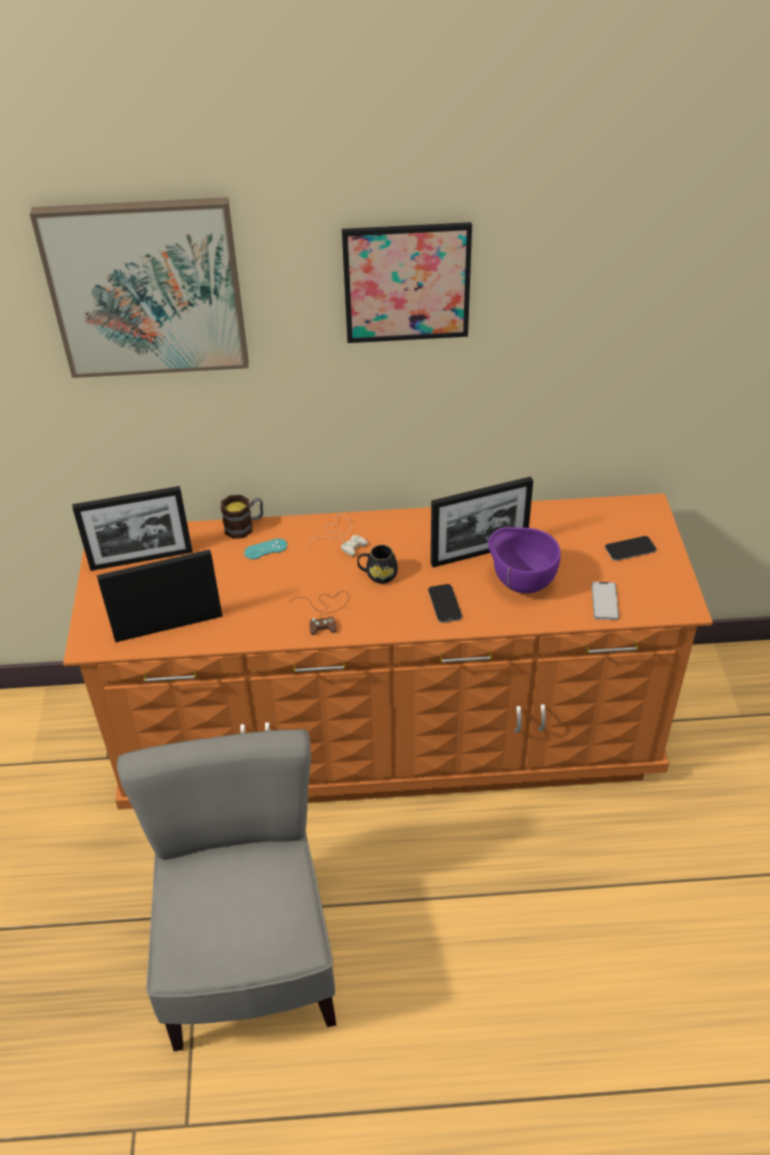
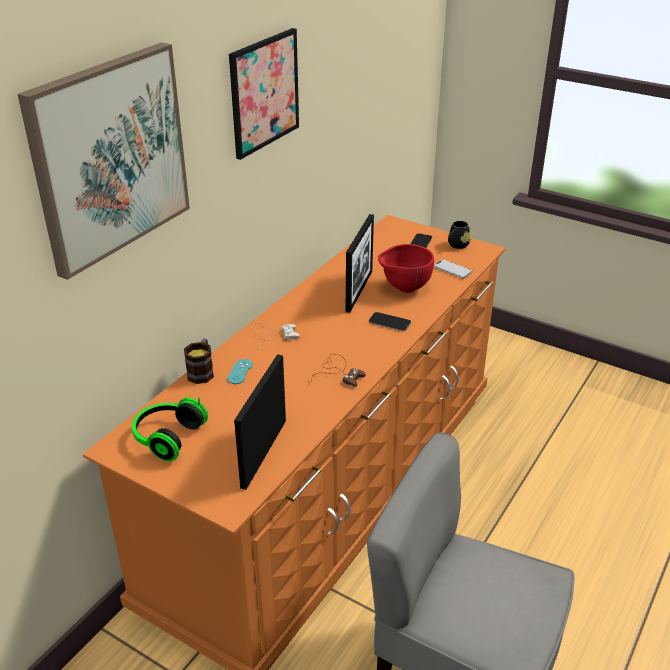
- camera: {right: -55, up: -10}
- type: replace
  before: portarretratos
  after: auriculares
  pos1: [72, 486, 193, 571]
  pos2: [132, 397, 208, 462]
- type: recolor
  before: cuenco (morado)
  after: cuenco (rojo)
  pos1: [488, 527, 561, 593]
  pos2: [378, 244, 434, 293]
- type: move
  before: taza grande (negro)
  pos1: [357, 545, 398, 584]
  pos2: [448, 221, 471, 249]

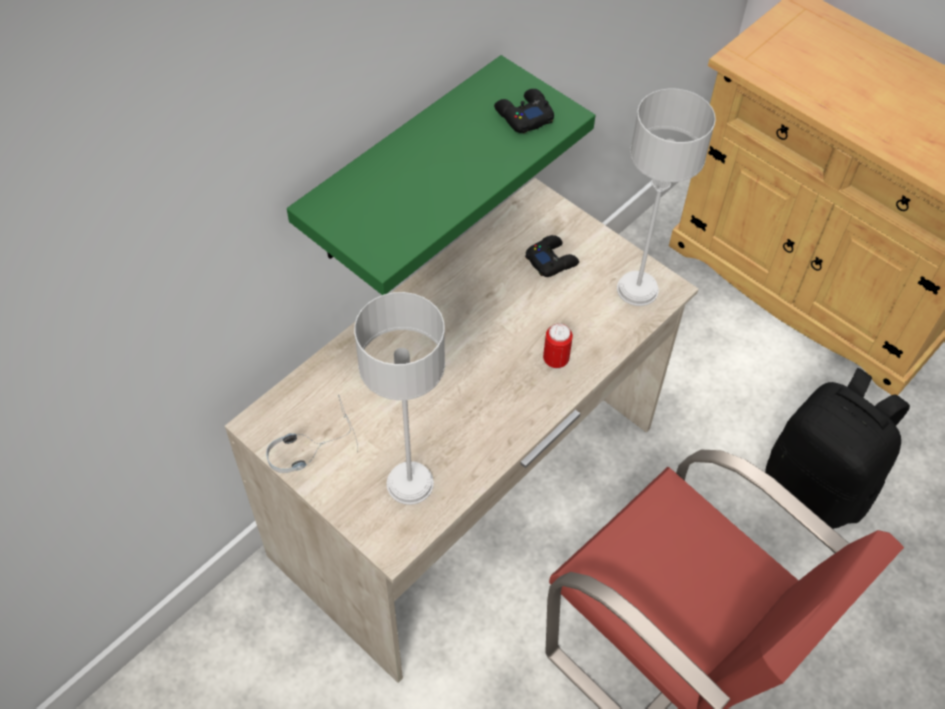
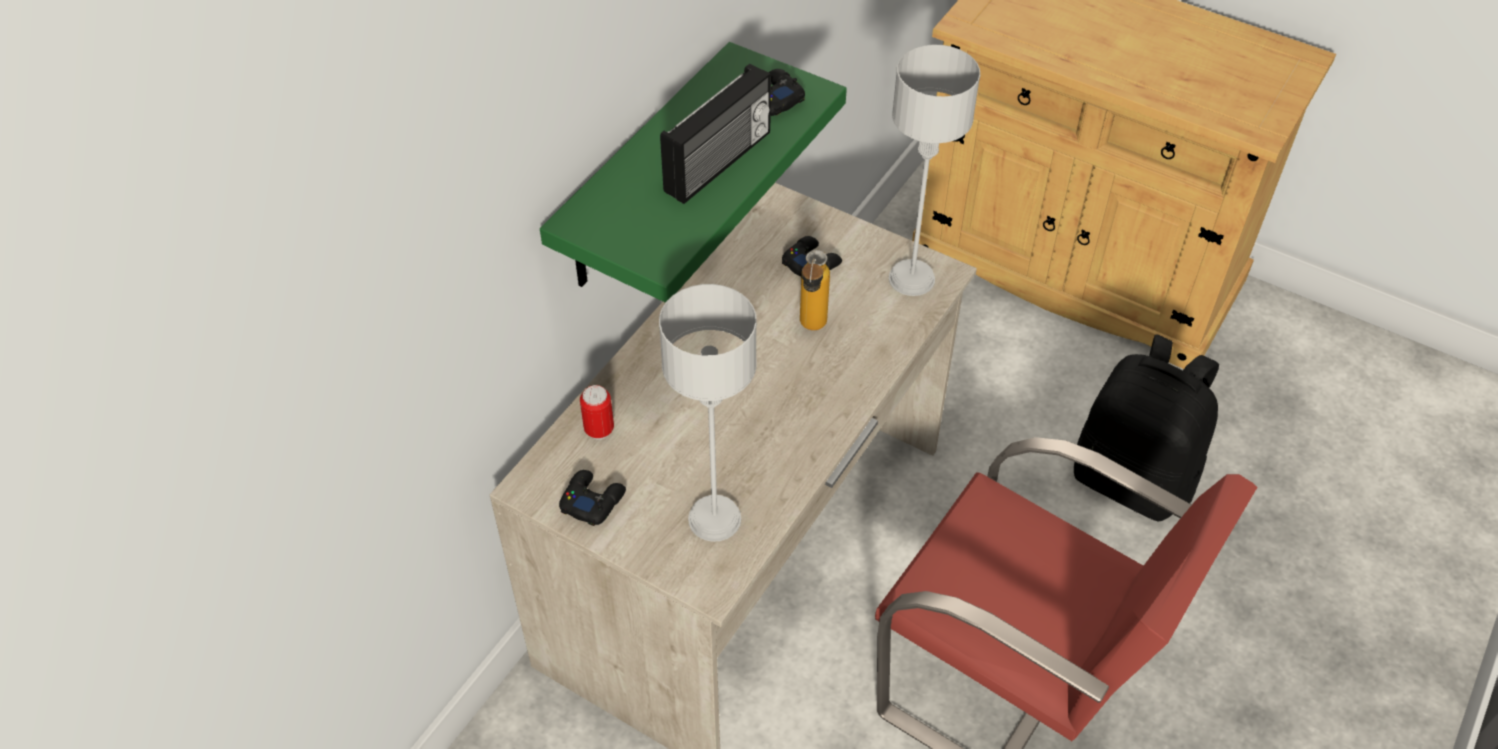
- camera: {right: -10, up: -5}
- type: move
  before: lata
  pos1: [543, 323, 573, 369]
  pos2: [580, 385, 614, 440]
- type: replace
  before: auriculares
  after: mando de consola (negro)
  pos1: [266, 395, 358, 473]
  pos2: [559, 470, 626, 526]
- type: insert
  after: radio
  pos2: [660, 64, 771, 204]
- type: insert
  after: botella
  pos2: [800, 250, 830, 330]

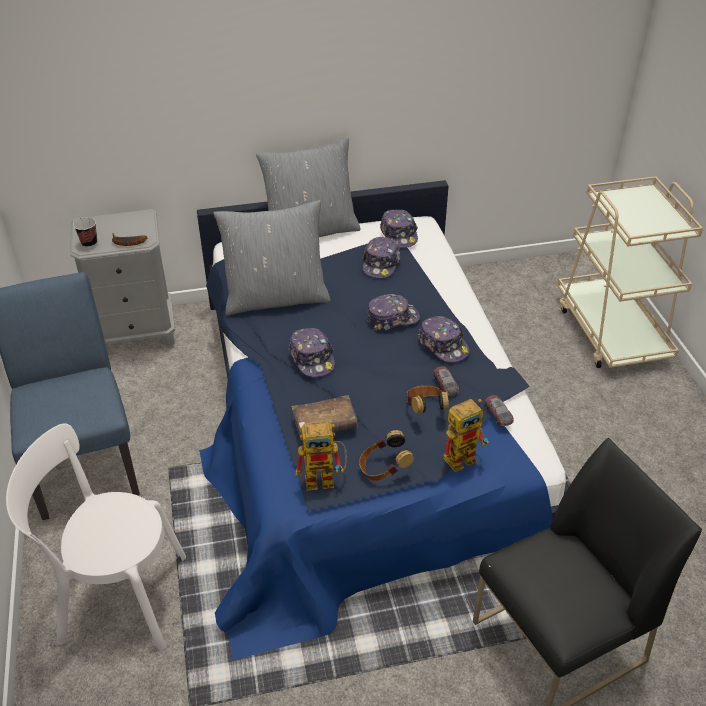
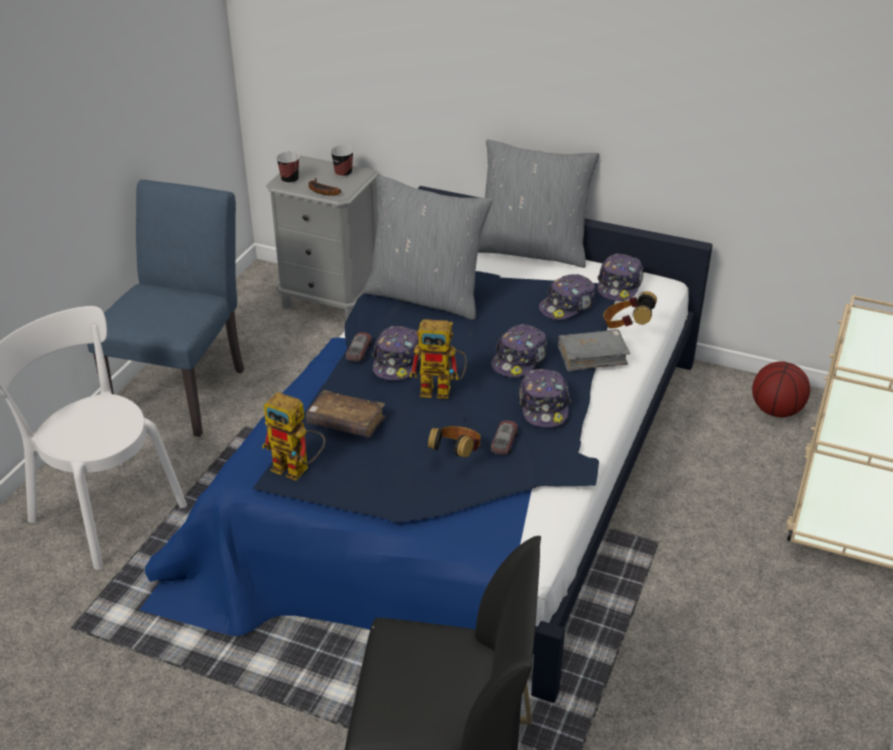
- camera: {right: 35, up: -5}
- type: rotate
  before: gorra
  pos1: [367, 294, 420, 331]
  pos2: [491, 324, 547, 378]
  turn: 105
- type: move
  before: coche de juguete
  pos1: [485, 395, 514, 426]
  pos2: [346, 332, 372, 361]
- type: move
  before: robot de juguete
  pos1: [443, 399, 489, 472]
  pos2: [409, 319, 467, 399]
- type: move
  before: auriculares
  pos1: [359, 430, 414, 481]
  pos2: [603, 291, 657, 328]
- type: insert
  after: taza
  pos2: [331, 145, 354, 177]
- type: insert
  after: libro (gris)
  pos2: [558, 329, 630, 372]
- type: insert
  after: balón de baloncesto
  pos2: [752, 361, 810, 417]

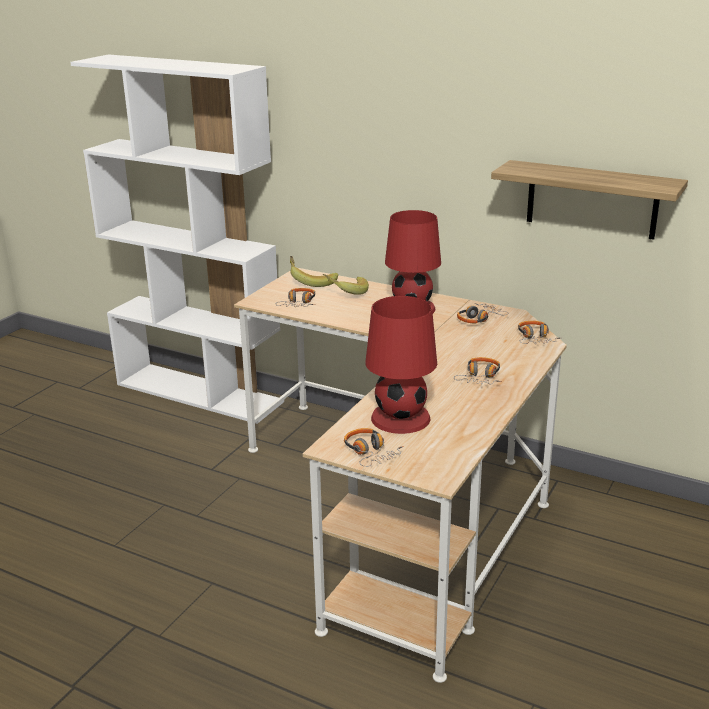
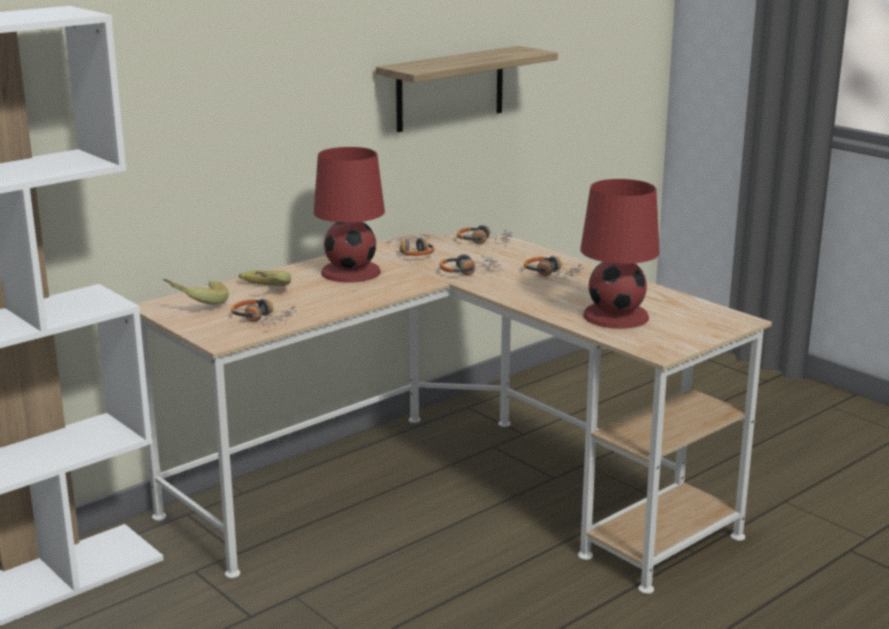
- camera: {right: -70, up: -5}
- type: move
  before: auriculares
  pos1: [344, 428, 404, 467]
  pos2: [440, 254, 502, 275]

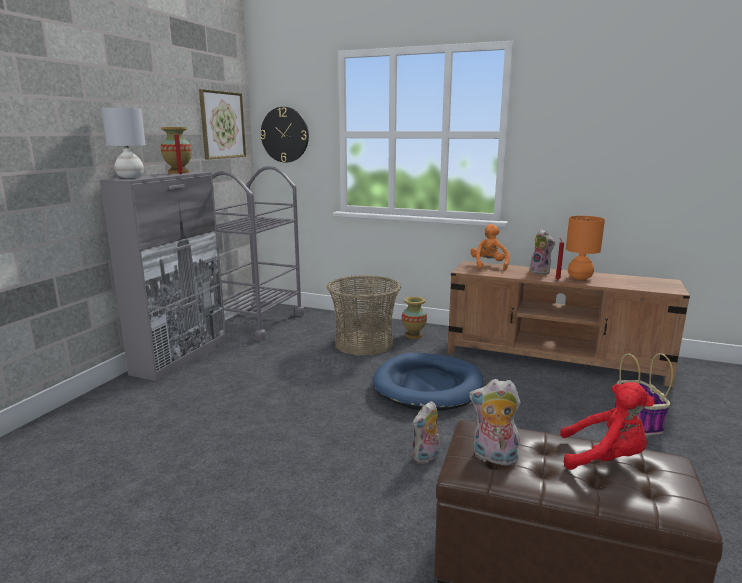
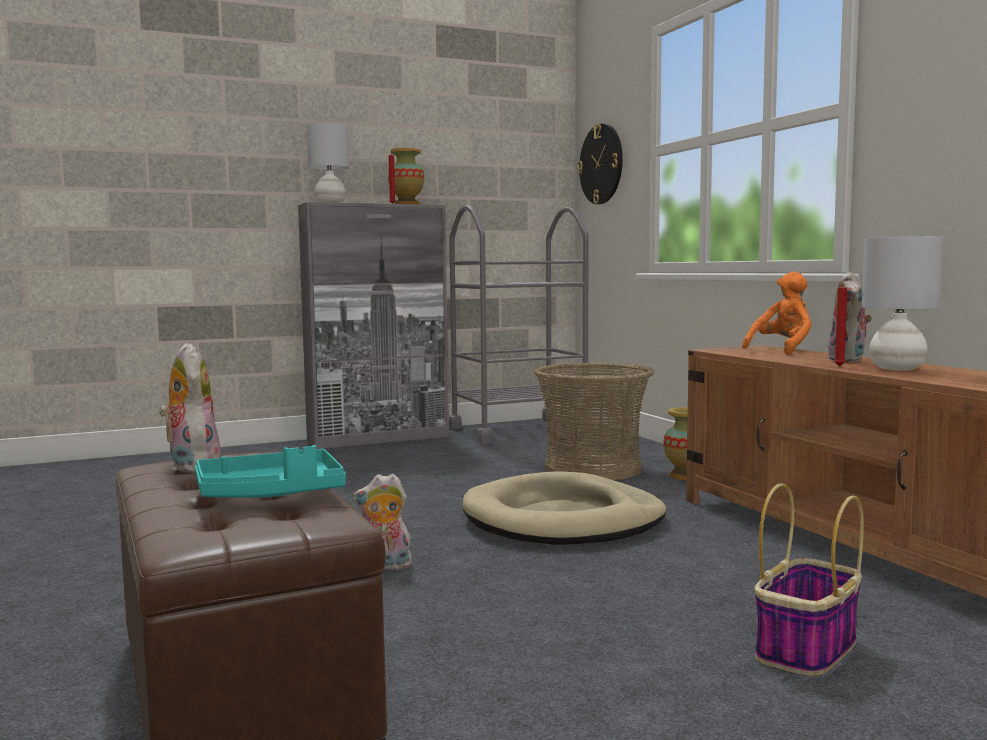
- camera: {right: 45, up: -10}
- type: delete
  before: cuadro
  pos1: [199, 89, 246, 159]
- type: recolor
  before: lámpara de mesa (naranja)
  after: lámpara de mesa (gris)
  pos1: [566, 216, 605, 280]
  pos2: [862, 236, 943, 371]
- type: recolor
  before: cama para perro (azul)
  after: cama para perro (beis)
  pos1: [373, 353, 483, 410]
  pos2: [462, 471, 666, 545]
- type: replace
  before: peluche (rojo)
  after: bandeja (turquesa)
  pos1: [560, 382, 654, 470]
  pos2: [195, 445, 346, 498]

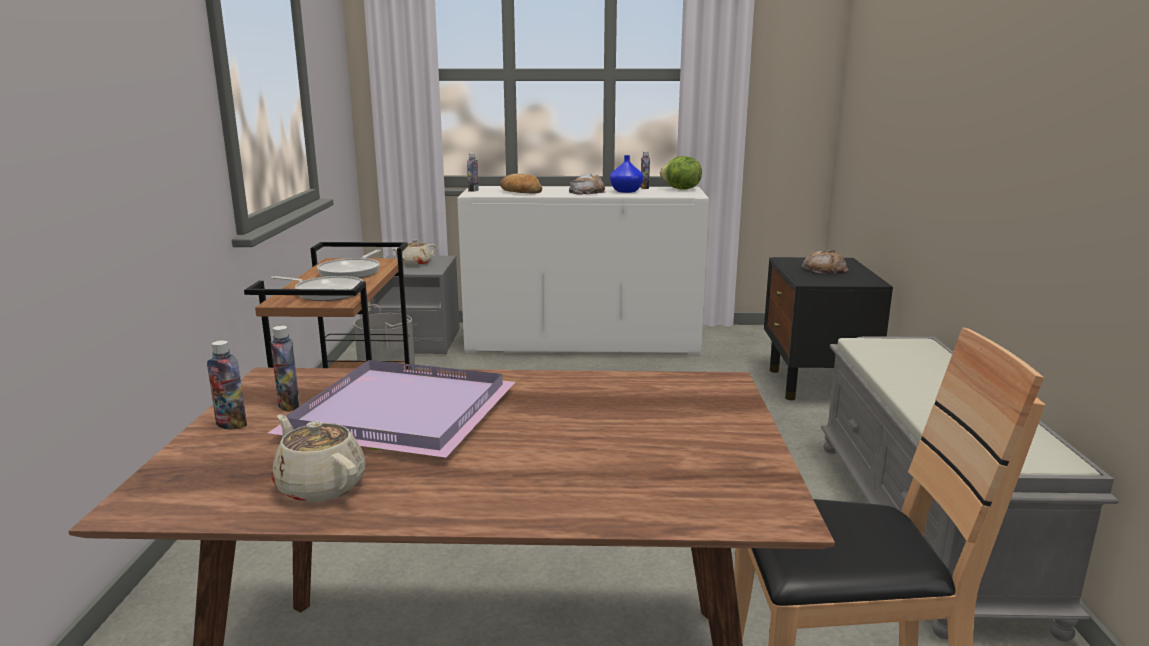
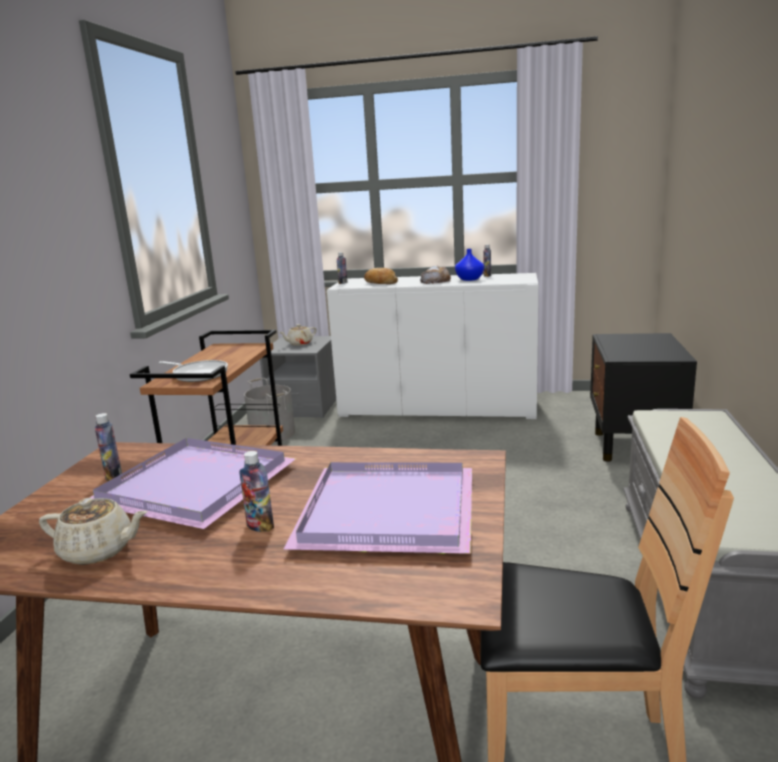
- camera: {right: 10, up: 0}
- type: delete
  before: lechuga
  pos1: [660, 156, 702, 190]
- type: delete
  before: sartén
  pos1: [317, 250, 381, 278]
- type: delete
  before: pan
  pos1: [802, 250, 848, 274]
- type: move
  before: botella
  pos1: [207, 340, 247, 430]
  pos2: [239, 451, 274, 532]
- type: rotate
  before: tetera (beis)
  pos1: [271, 415, 365, 503]
  pos2: [39, 498, 147, 565]
  turn: 135
- type: insert
  after: bandeja (morado)
  pos2: [284, 462, 472, 554]

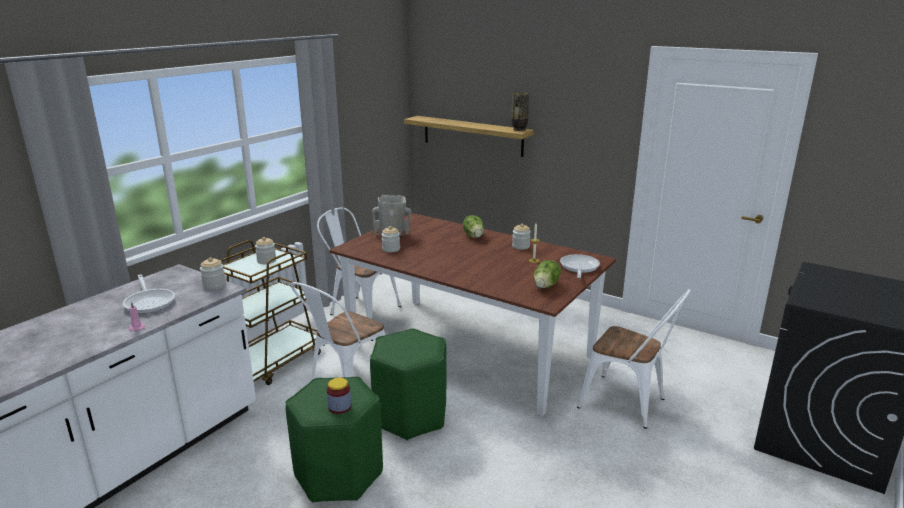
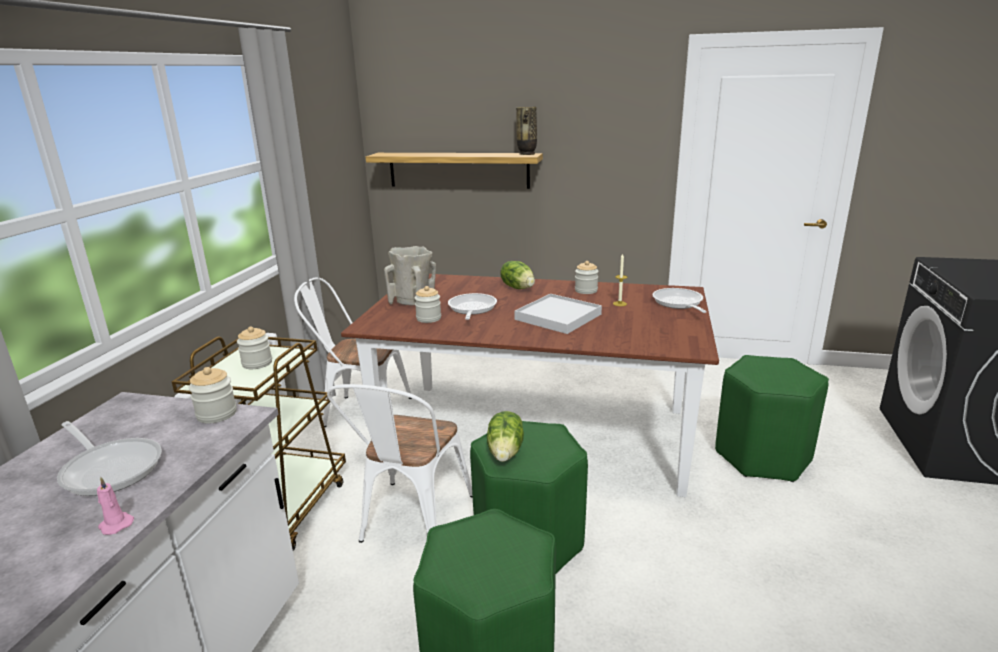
- camera: {right: -20, up: 0}
- type: move
  before: lechuga
  pos1: [534, 260, 561, 288]
  pos2: [487, 411, 524, 462]
- type: replace
  before: silla (blanco)
  after: taburete (verde)
  pos1: [577, 289, 691, 429]
  pos2: [715, 355, 829, 482]
- type: delete
  before: tarro
  pos1: [327, 378, 351, 414]
- type: insert
  after: sartén
  pos2: [448, 293, 497, 320]
- type: insert
  after: bandeja (blanco)
  pos2: [514, 294, 602, 334]

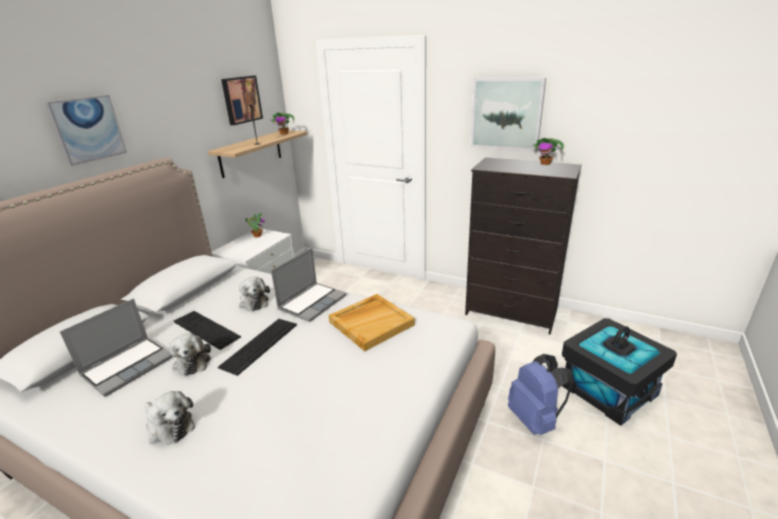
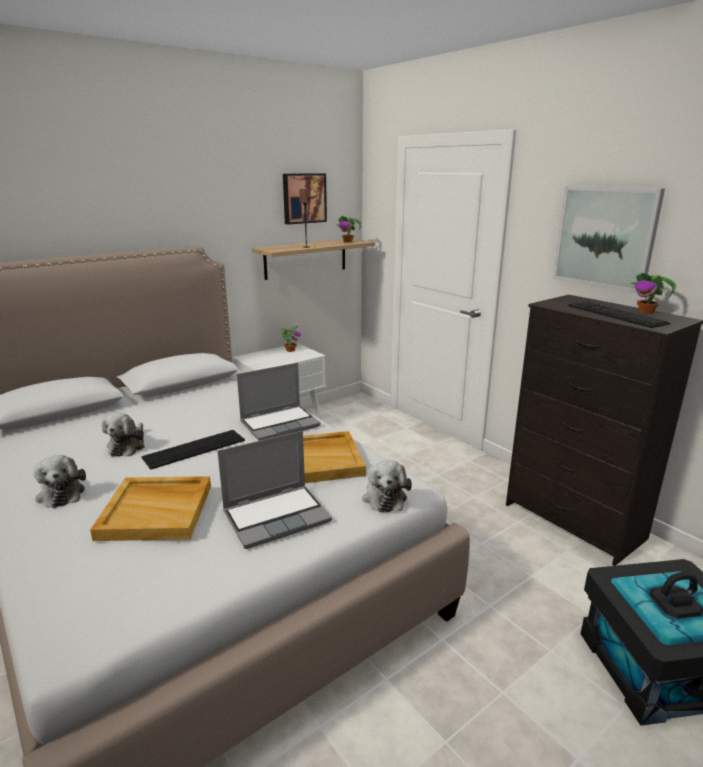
- camera: {right: 25, up: -5}
- type: delete
  before: cuadro
  pos1: [45, 95, 127, 166]
- type: move
  before: peluche
  pos1: [239, 277, 270, 311]
  pos2: [362, 460, 412, 512]
- type: move
  before: portátil
  pos1: [60, 298, 173, 397]
  pos2: [217, 431, 332, 549]
- type: move
  before: teclado
  pos1: [174, 311, 241, 350]
  pos2: [568, 302, 670, 328]
- type: delete
  before: mochila (azul)
  pos1: [508, 354, 574, 435]
- type: insert
  after: bandeja (beis)
  pos2: [90, 476, 211, 541]

